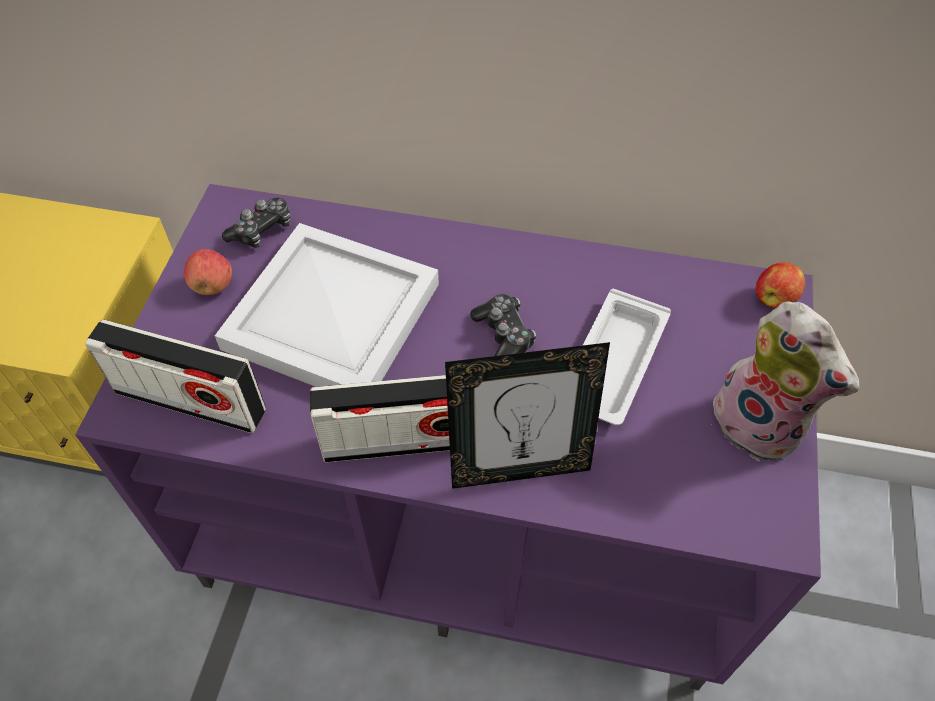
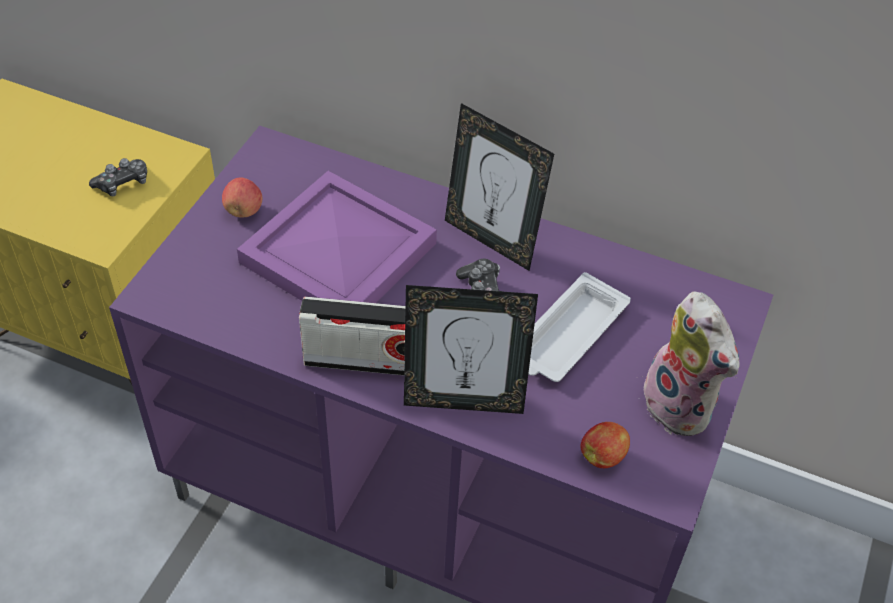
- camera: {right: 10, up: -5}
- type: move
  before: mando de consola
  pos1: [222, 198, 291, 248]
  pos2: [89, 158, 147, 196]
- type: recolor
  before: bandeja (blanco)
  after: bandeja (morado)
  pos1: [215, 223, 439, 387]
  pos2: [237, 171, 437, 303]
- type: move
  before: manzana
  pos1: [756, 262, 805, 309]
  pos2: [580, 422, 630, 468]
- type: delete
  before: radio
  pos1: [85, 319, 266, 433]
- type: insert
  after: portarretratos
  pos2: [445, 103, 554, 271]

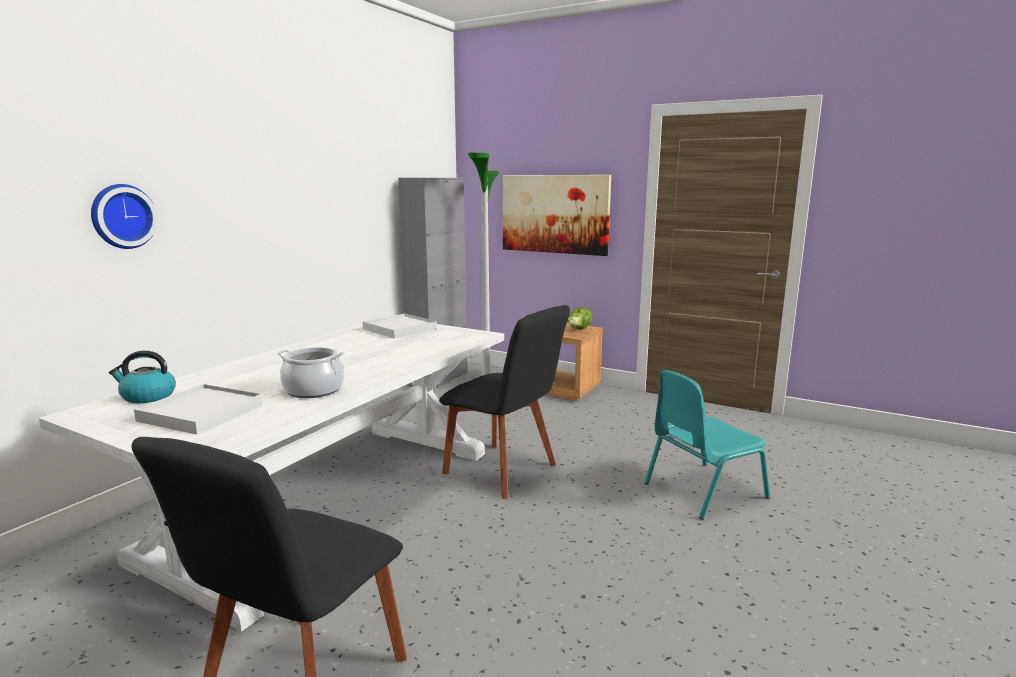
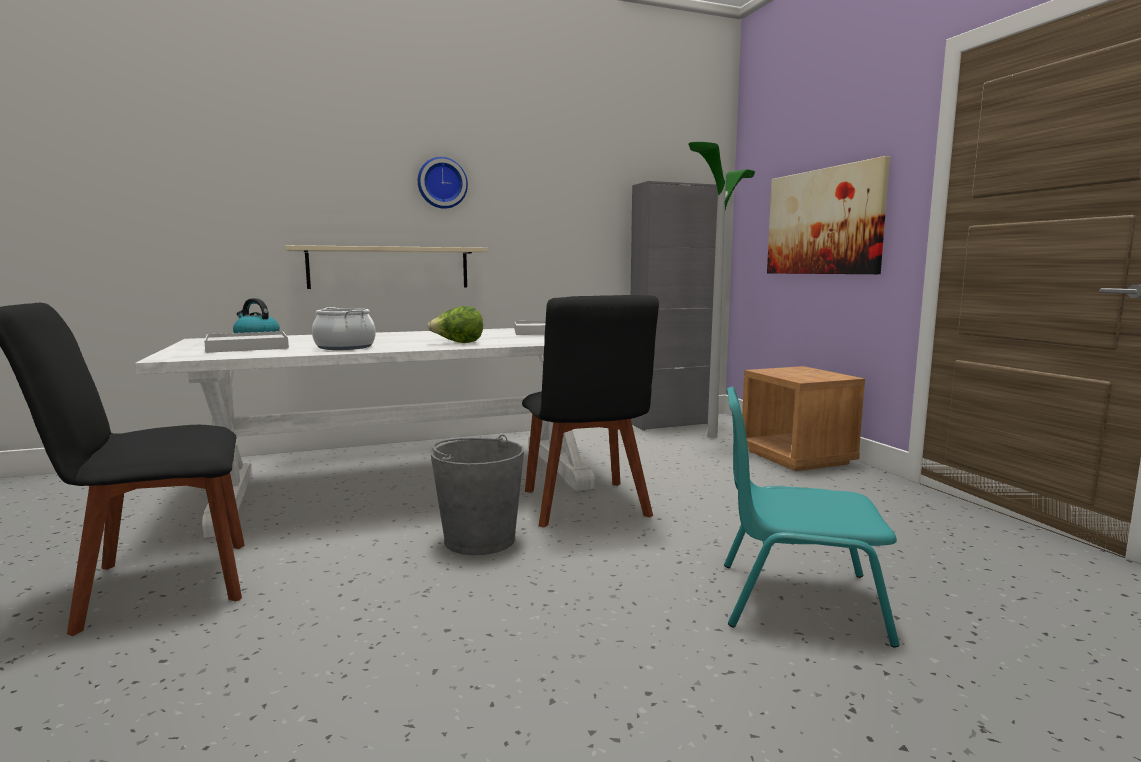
- camera: {right: 40, up: -5}
- type: move
  before: reloj de pared
  pos1: [91, 184, 158, 249]
  pos2: [418, 157, 468, 209]
- type: move
  before: lechuga
  pos1: [568, 307, 592, 329]
  pos2: [427, 306, 483, 343]
- type: insert
  after: estante (beis)
  pos2: [285, 245, 488, 289]
- type: insert
  after: cubo (gris)
  pos2: [431, 435, 524, 555]

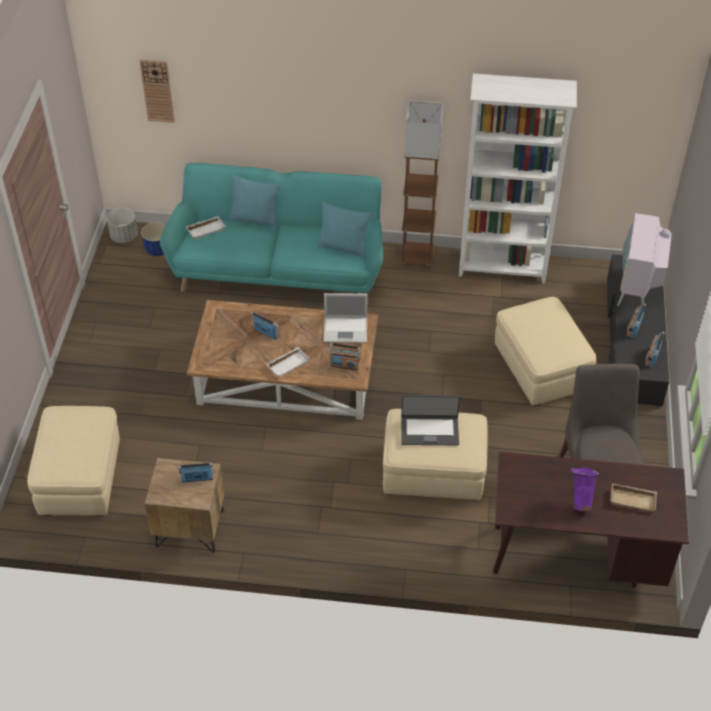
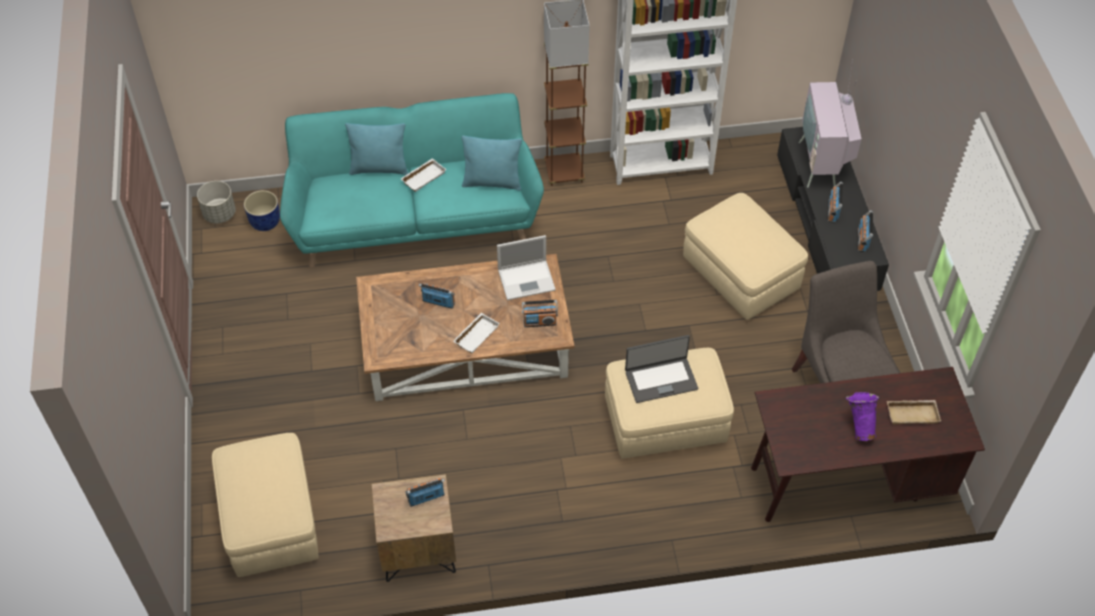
- camera: {right: -15, up: 5}
- type: delete
  before: reloj de pared
  pos1: [140, 60, 175, 123]
- type: move
  before: bandeja (blanco)
  pos1: [186, 216, 226, 239]
  pos2: [401, 158, 446, 192]

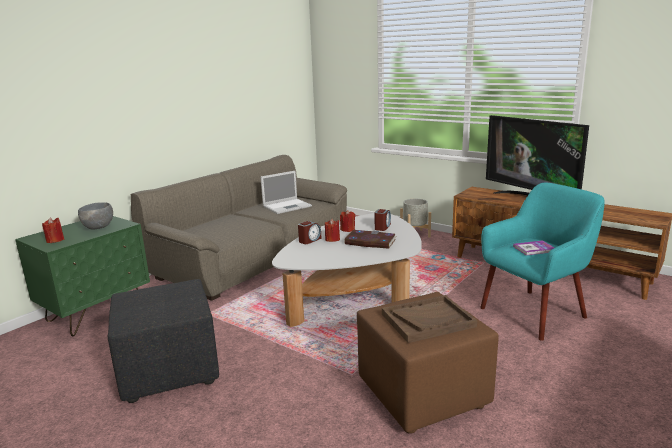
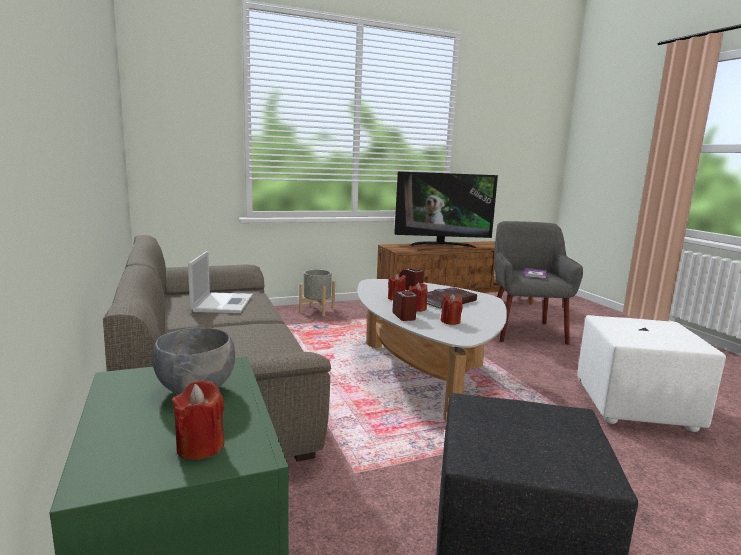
- camera: {right: -60, up: -5}
- type: recolor
  before: sillón (turquesa)
  after: sillón (gris)
  pos1: [480, 182, 605, 341]
  pos2: [495, 221, 583, 345]
- type: recolor
  before: puf (marrón)
  after: puf (blanco)
  pos1: [357, 292, 499, 434]
  pos2: [577, 315, 726, 432]
- type: delete
  before: bandeja (marrón)
  pos1: [382, 295, 477, 343]
- type: insert
  after: vela (rojo)
  pos2: [441, 294, 463, 325]

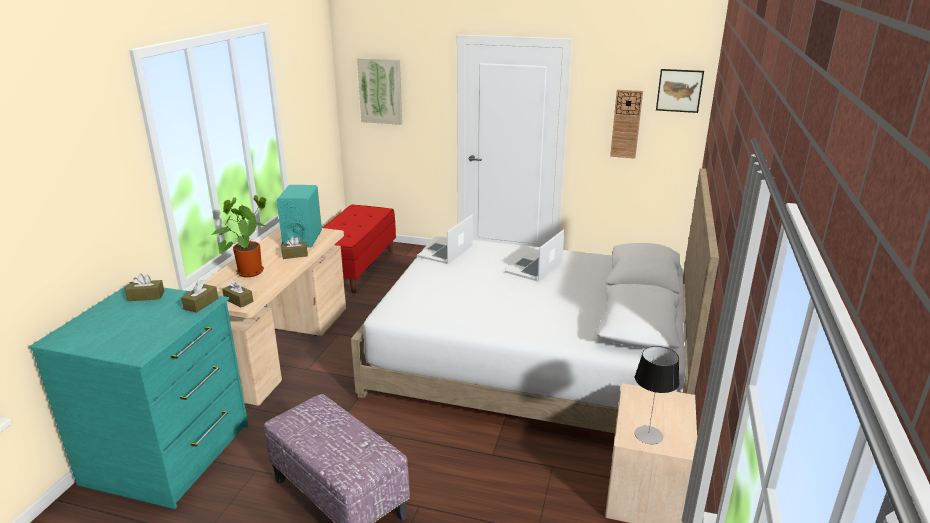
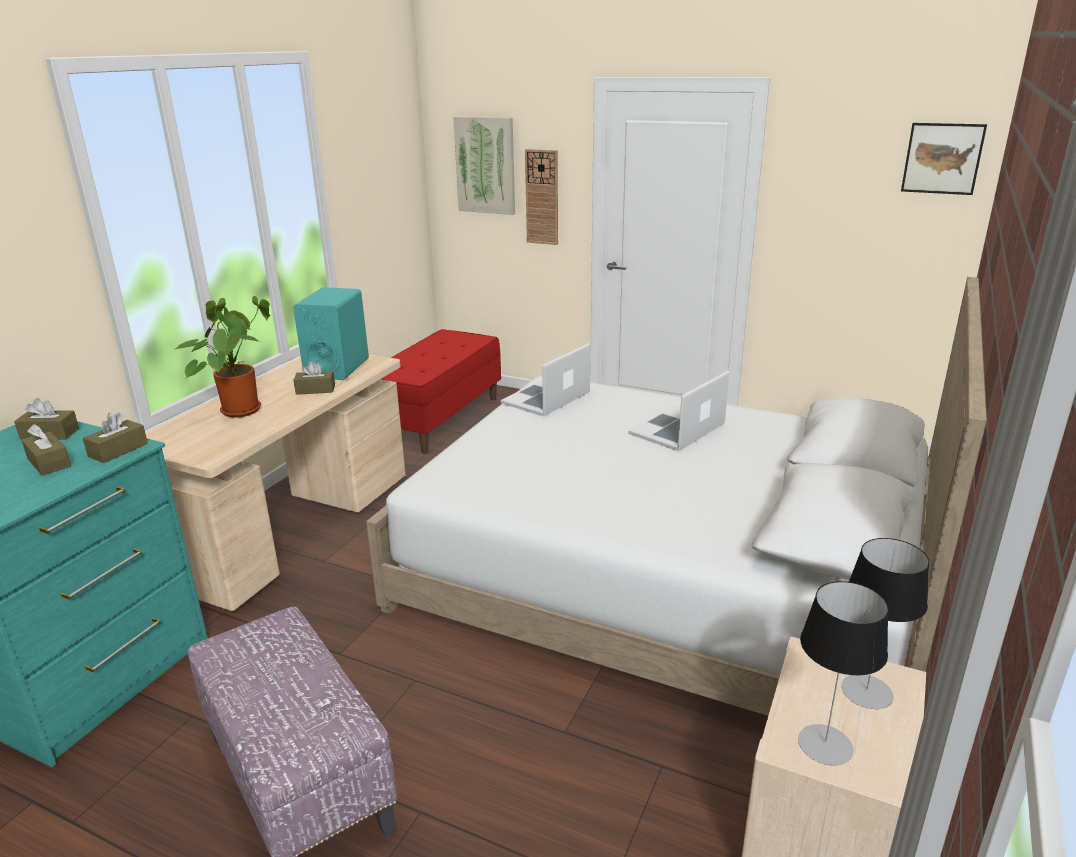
- camera: {right: 10, up: 0}
- type: move
  before: reloj de pared
  pos1: [610, 90, 643, 159]
  pos2: [525, 149, 558, 245]
- type: move
  before: caja de pañuelos (marrón)
  pos1: [222, 280, 253, 308]
  pos2: [22, 424, 71, 475]
- type: insert
  after: lámpara de mesa
  pos2: [841, 538, 929, 709]

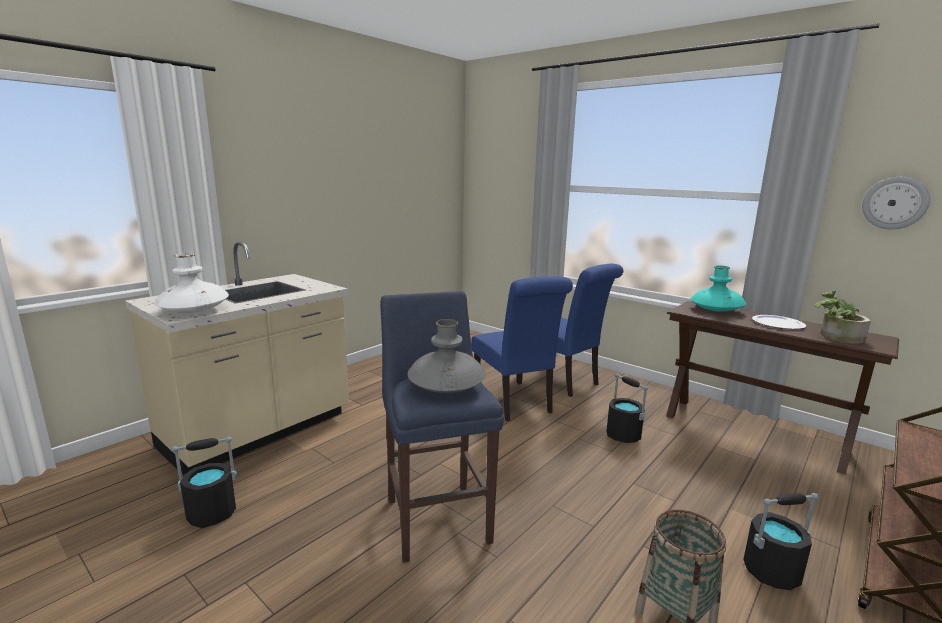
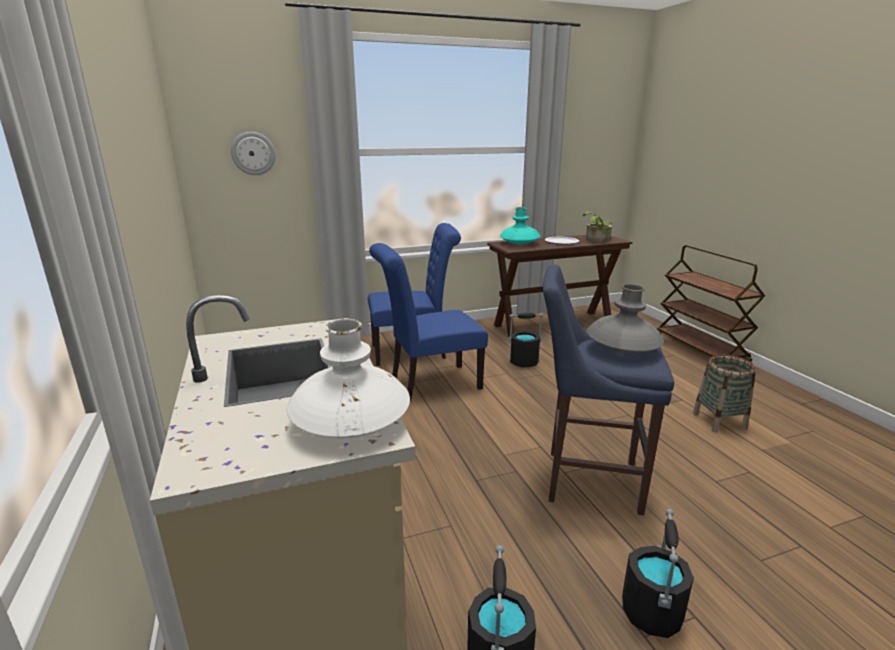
- camera: {right: -60, up: 5}
- type: move
  before: reloj de pared
  pos1: [862, 177, 930, 229]
  pos2: [231, 132, 275, 175]
- type: rotate
  before: silla (azul)
  pos1: [471, 276, 573, 421]
  pos2: [369, 243, 488, 402]
  turn: 150
- type: move
  before: cubo (negro)
  pos1: [743, 493, 819, 590]
  pos2: [622, 509, 694, 638]

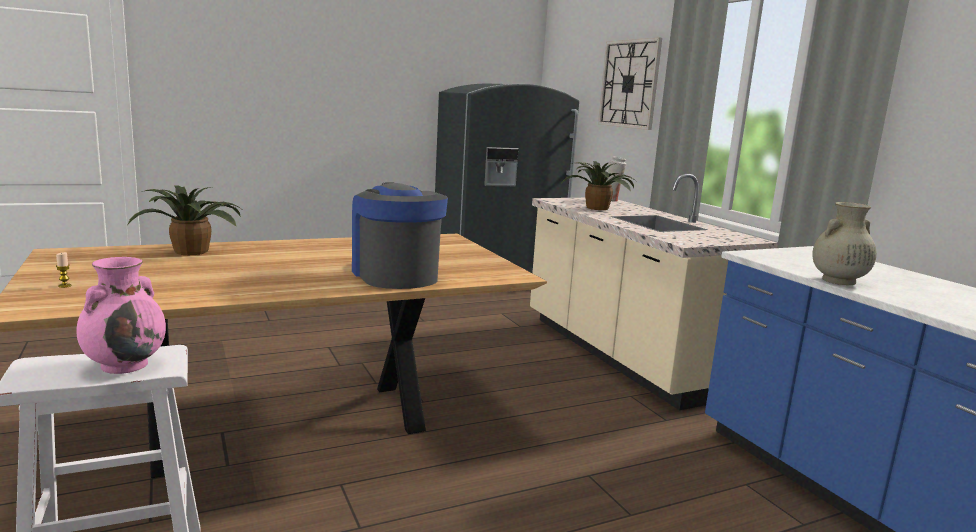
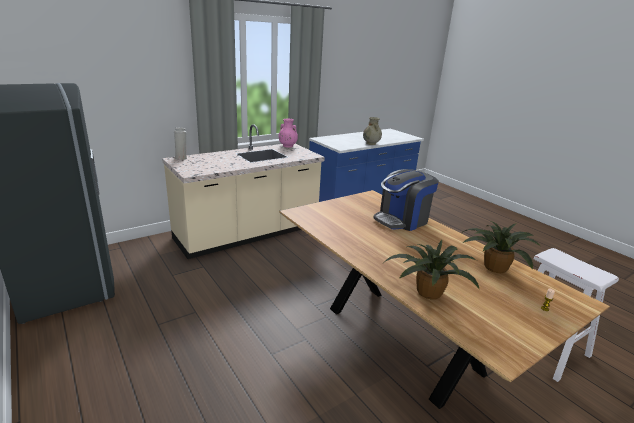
- camera: {right: -100, up: 10}
- type: delete
  before: reloj de pared
  pos1: [598, 38, 662, 130]
- type: move
  before: planta en maceta
  pos1: [561, 161, 635, 210]
  pos2: [463, 221, 540, 273]
- type: move
  before: florero (rosa)
  pos1: [76, 257, 166, 374]
  pos2: [279, 118, 298, 148]

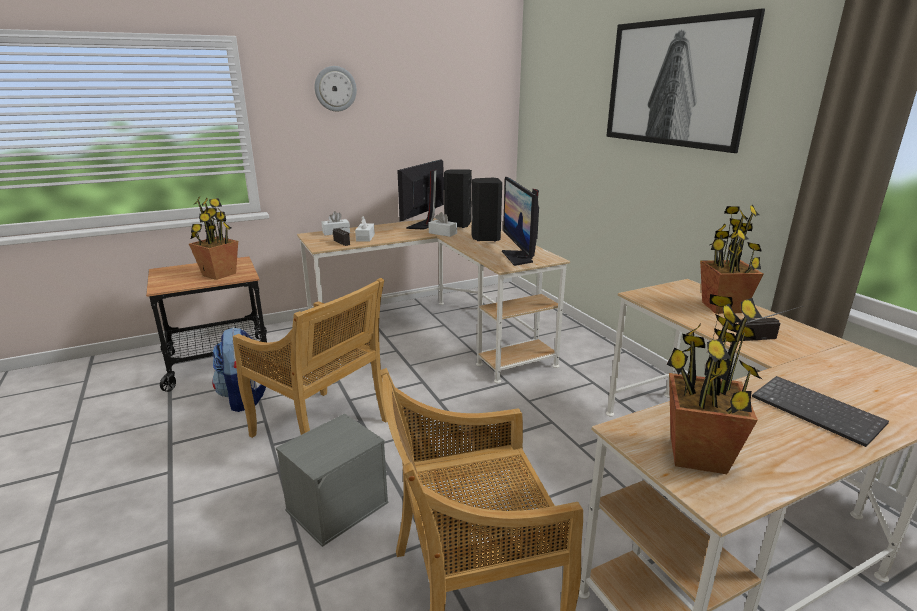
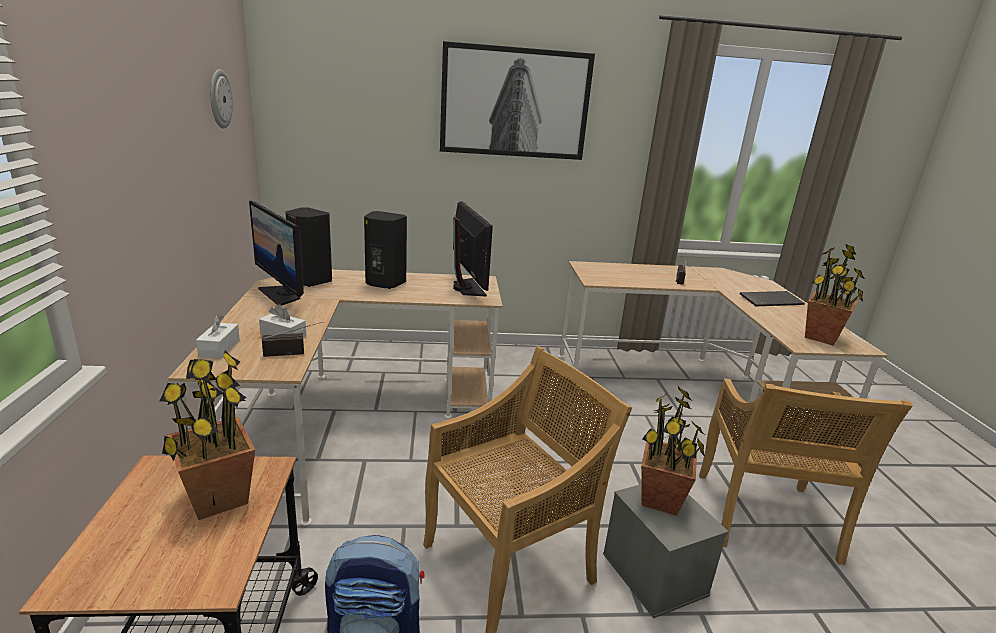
- camera: {right: -70, up: 0}
- type: move
  before: reloj de pared
  pos1: [315, 66, 357, 111]
  pos2: [210, 69, 233, 129]
- type: rotate
  before: monitor
  pos1: [502, 177, 539, 266]
  pos2: [453, 201, 493, 297]
  turn: -120
- type: move
  before: planta en maceta
  pos1: [700, 205, 763, 314]
  pos2: [641, 387, 705, 516]
- type: delete
  before: caja de pañuelos (blanco)
  pos1: [428, 212, 457, 237]

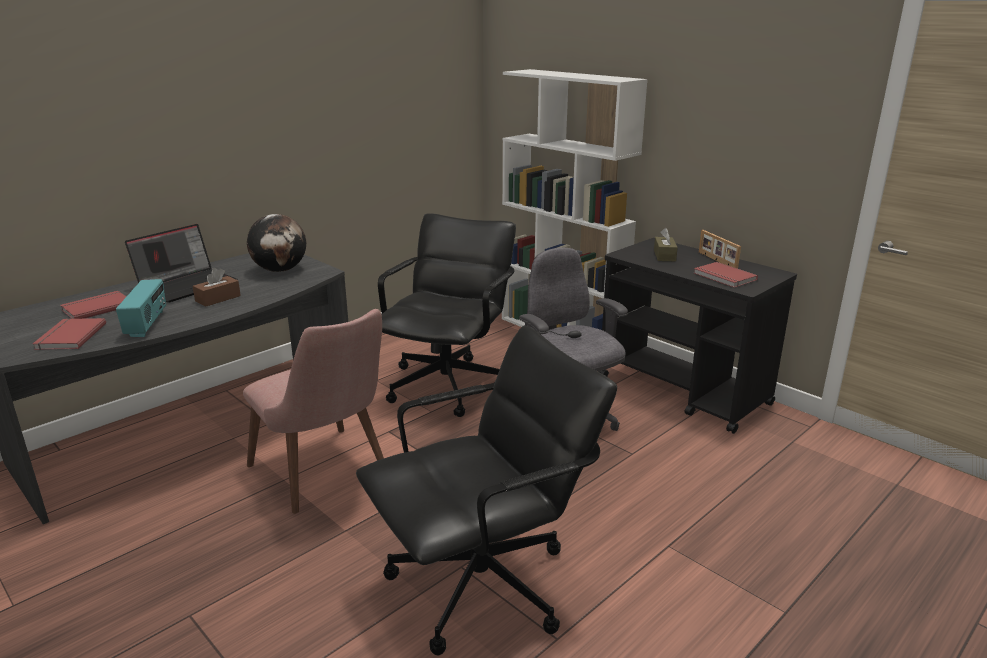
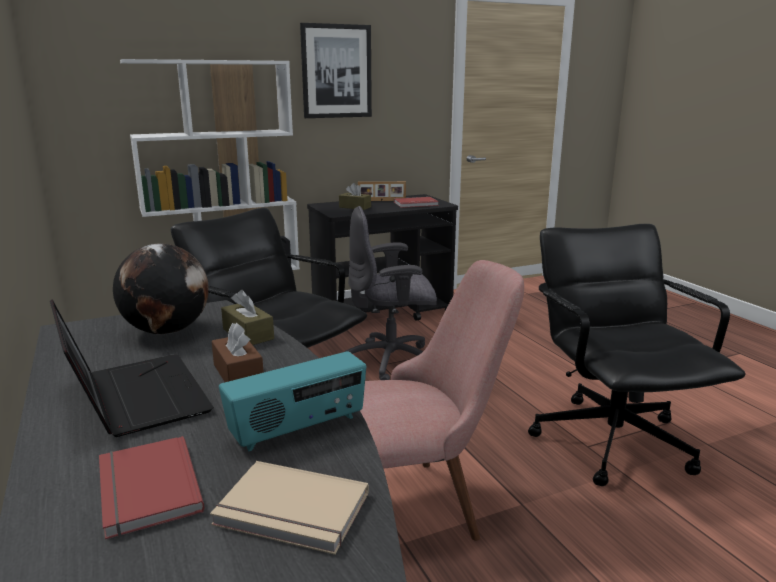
- camera: {right: -70, up: -5}
- type: rotate
  before: radio
  pos1: [116, 279, 166, 337]
  pos2: [219, 351, 366, 452]
  turn: 135
- type: recolor
  before: libro (rojo)
  after: libro (beis)
  pos1: [33, 318, 106, 350]
  pos2: [210, 461, 369, 555]
- type: insert
  after: cuadro
  pos2: [300, 23, 372, 118]
- type: insert
  after: caja de pañuelos (marrón)
  pos2: [221, 290, 274, 345]

